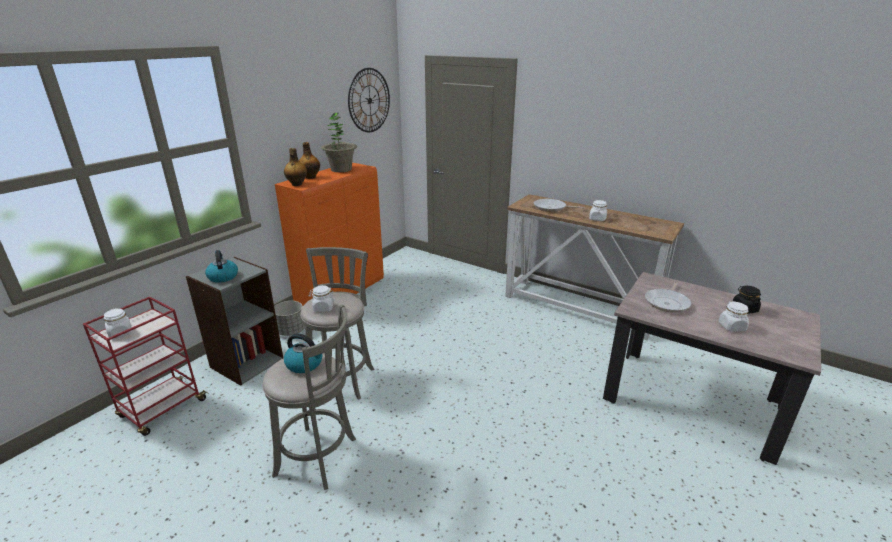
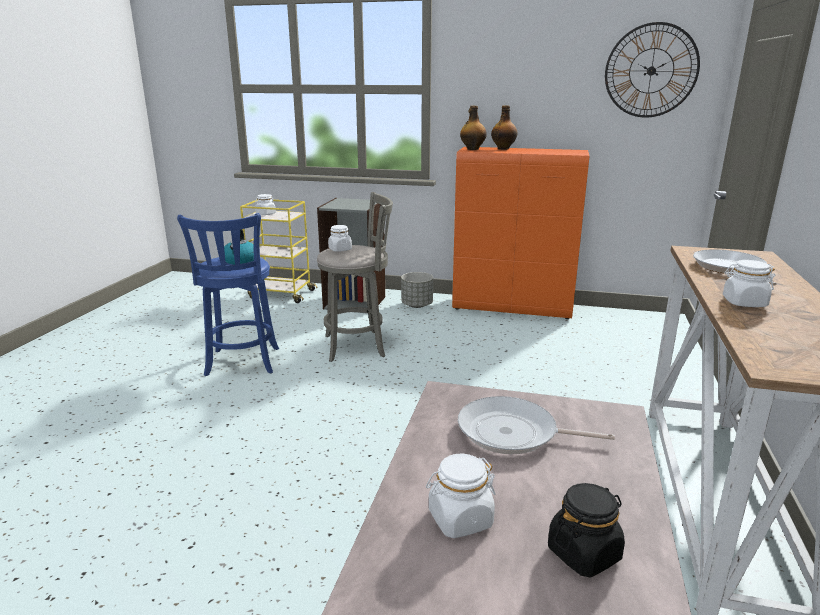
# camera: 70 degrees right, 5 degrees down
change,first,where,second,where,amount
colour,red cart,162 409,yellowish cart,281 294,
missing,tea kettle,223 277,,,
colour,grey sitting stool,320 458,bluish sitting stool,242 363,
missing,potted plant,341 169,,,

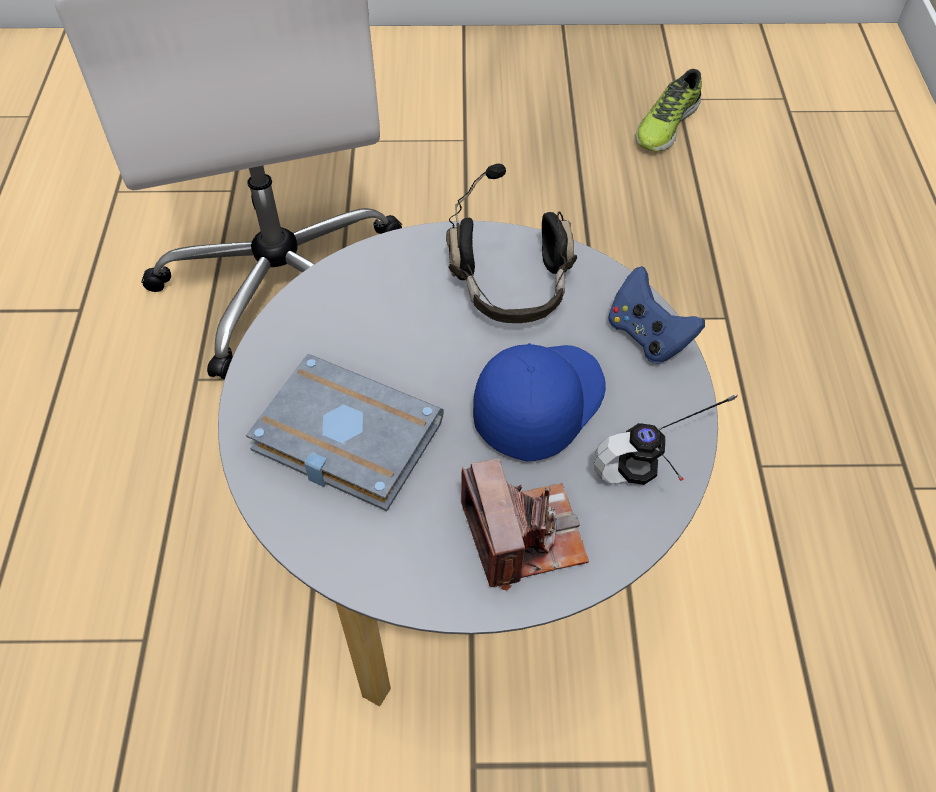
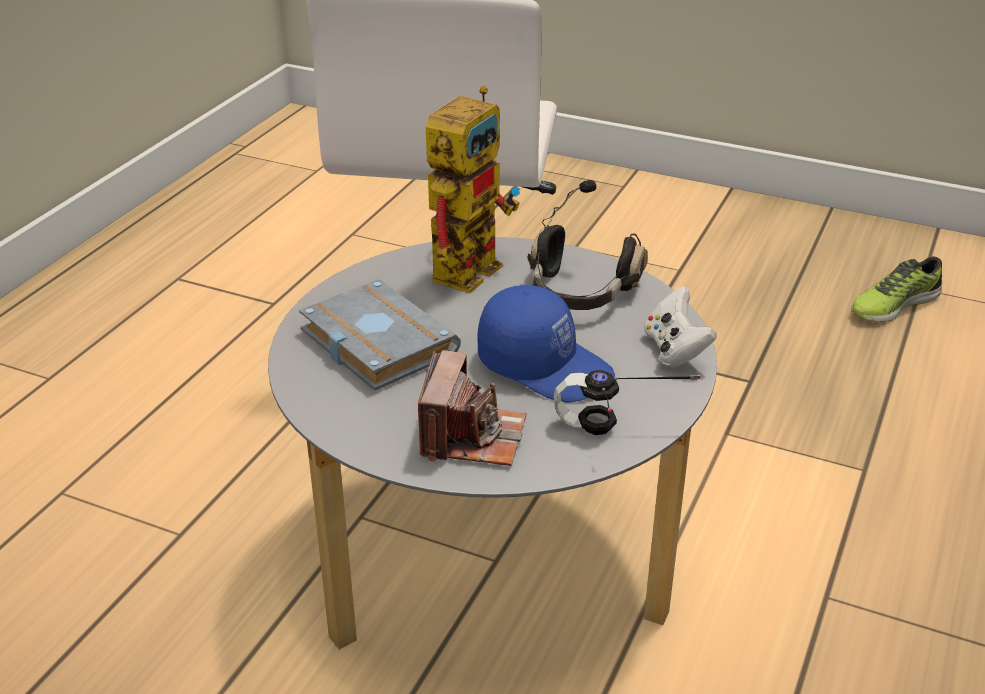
# camera: 25 degrees right, 20 degrees down
change,first,where,second,where,amount
spun,bluish peaked cap,538 404,,546 366,60 degrees clockwise
colour,bluish game controller,647 335,white game controller,674 350,
appeared,,,toy robot,469 264,

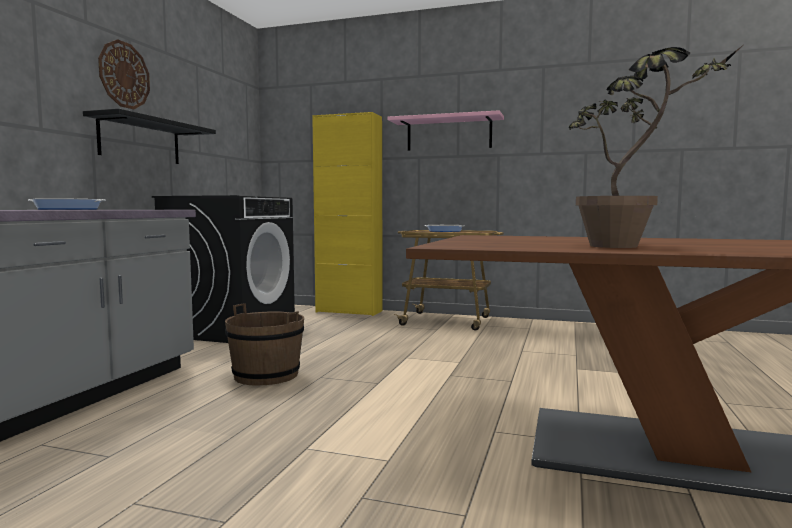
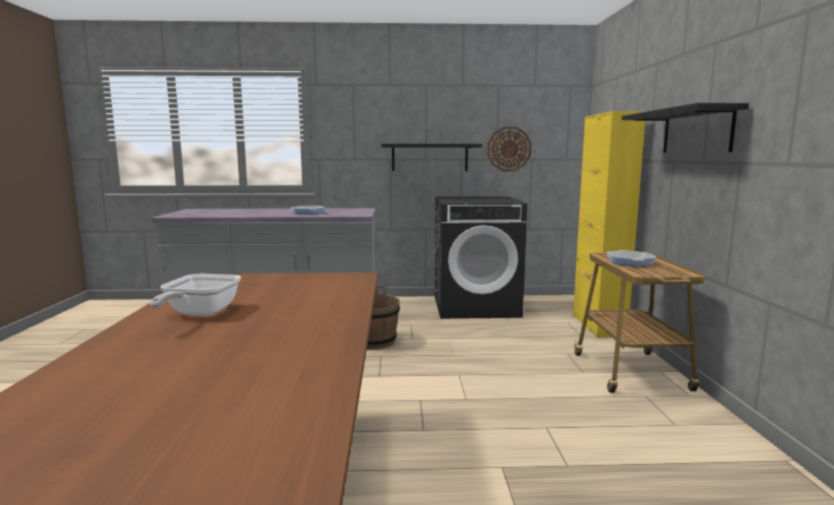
# camera: 70 degrees right, 5 degrees up
change,first,where,second,where,amount
relocated,wall clock,124 75,,509 149,
colour,pink-coloured wall shelf,449 134,black-coloured wall shelf,696 131,
exchanged,potted plant,632 246,skillet,199 313,

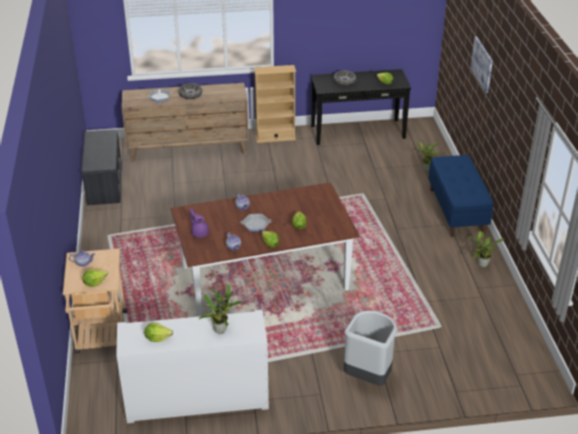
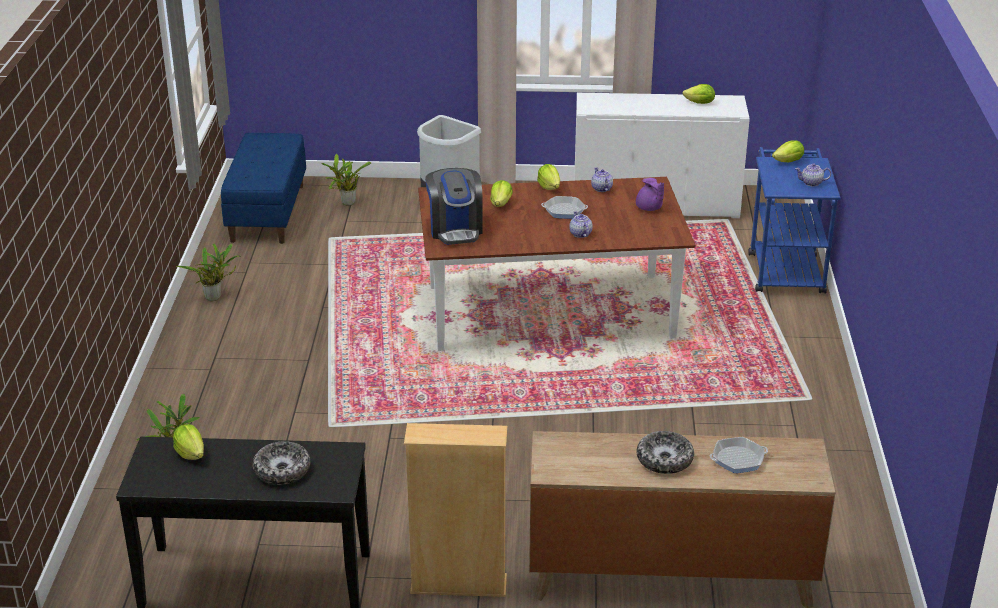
# camera: 170 degrees left, 5 degrees down
change,first,where,second,where,amount
colour,sand-coloured cart,101 336,bluish cart,784 268,
missing,grey long seat,104 183,,,
relocated,potted plant,221 329,,346 203,
relocated,bluish long seat,457 211,,267 213,
missing,wall art,482 64,,,
appeared,,,coffee brewer,455 229,

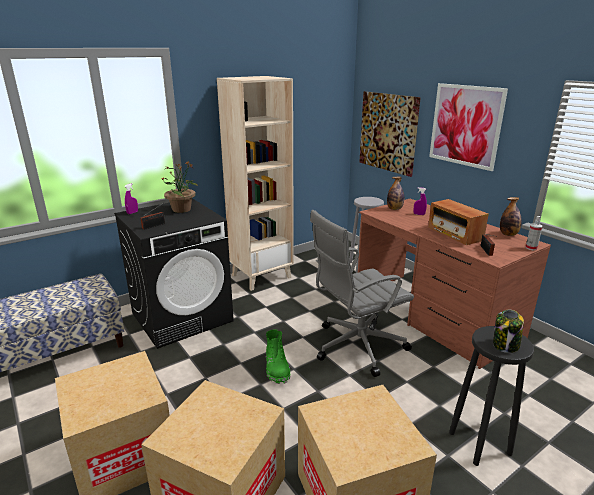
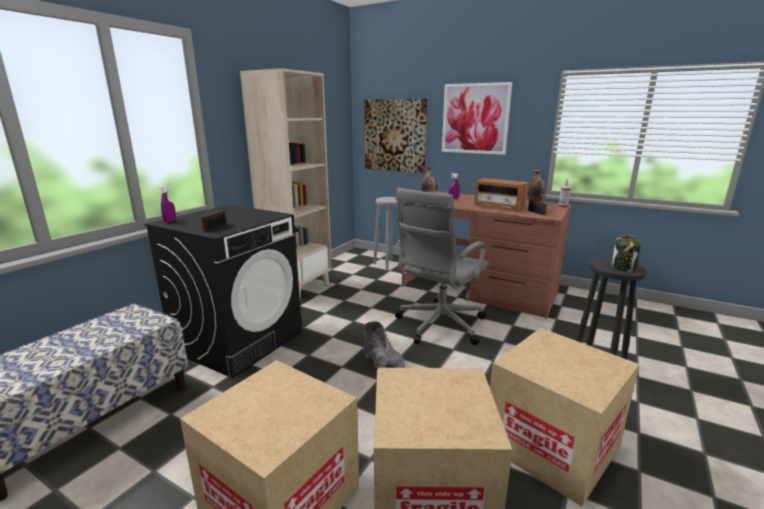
# camera: 25 degrees left, 5 degrees down
change,first,where,second,where,amount
missing,potted plant,182 209,,,
colour,greenish tall boot,277 369,grey tall boot,383 362,

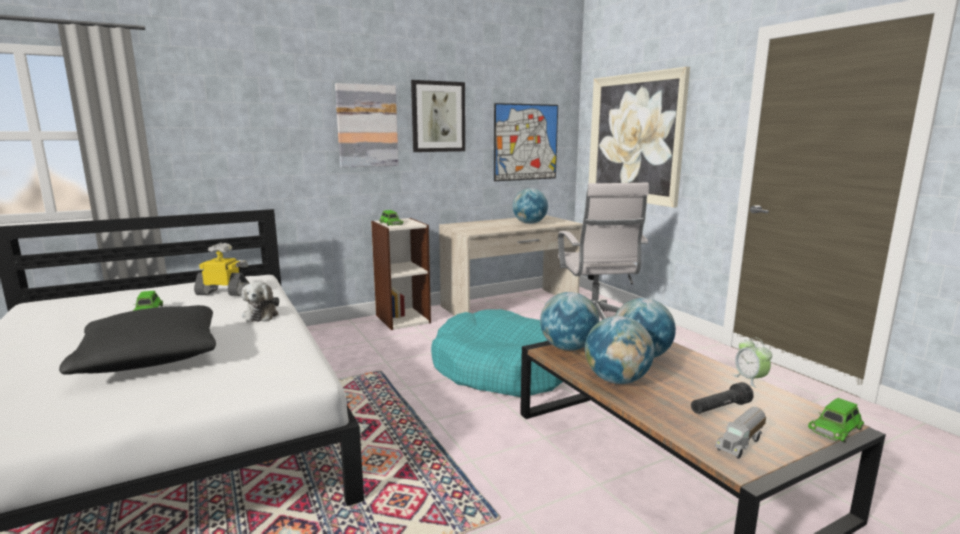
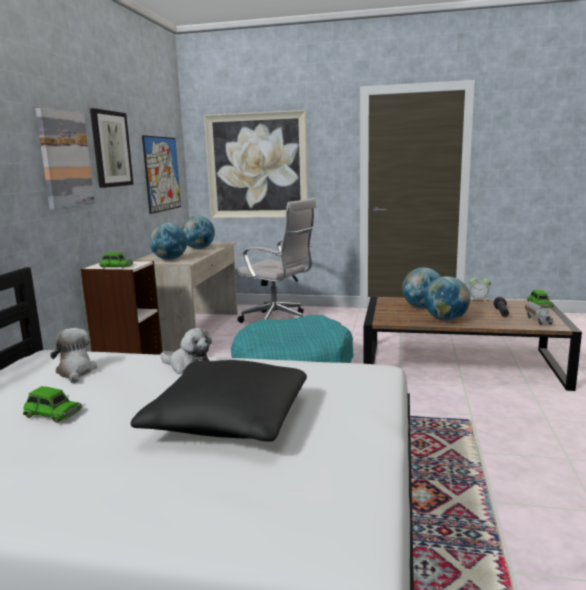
# camera: 50 degrees left, 0 degrees up
change,first,where,second,where,amount
exchanged,toy robot,224 292,cuddly toy,76 371,
relocated,world globe,568 348,,169 259,

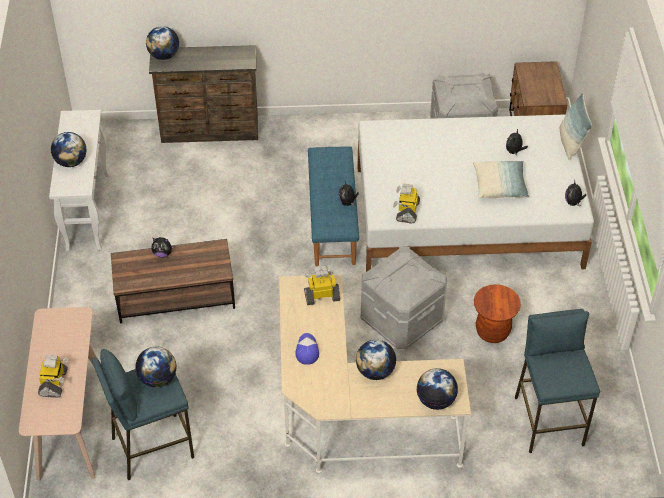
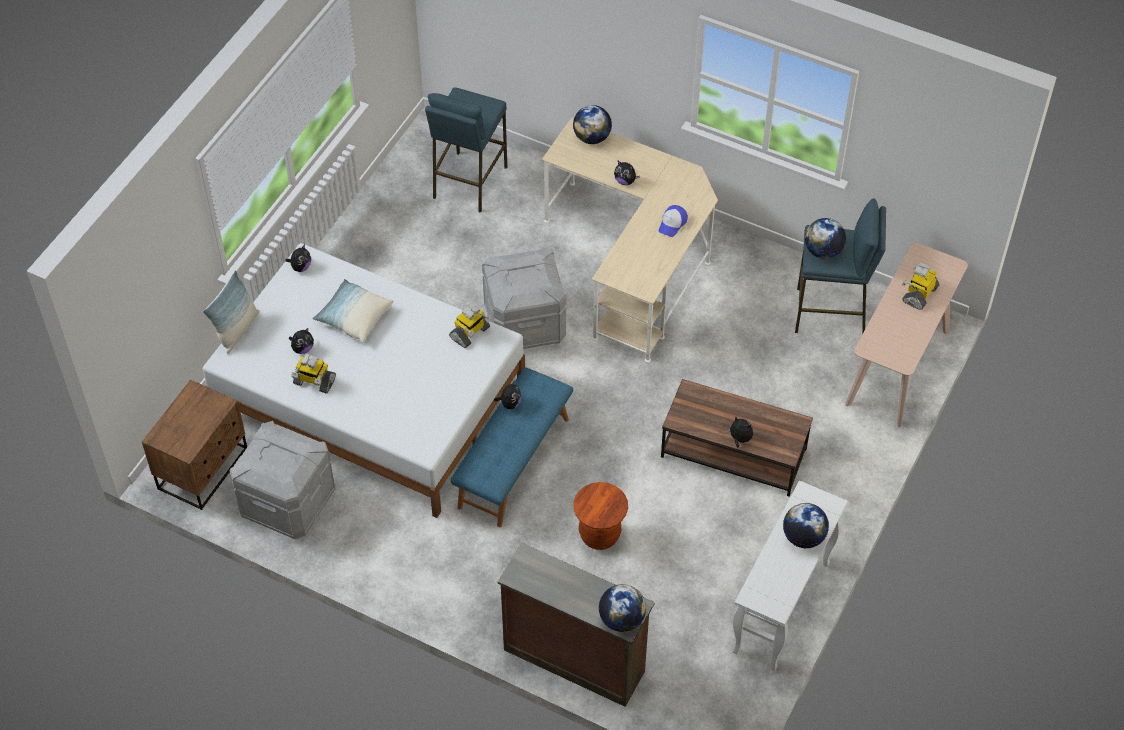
# camera: 150 degrees left, 5 degrees up
change,first,where,second,where,amount
relocated,toy robot,322 296,,314 382,
exchanged,world globe,375 371,cuddly toy,625 181,
relocated,brownish sitting stool,492 332,,599 535,

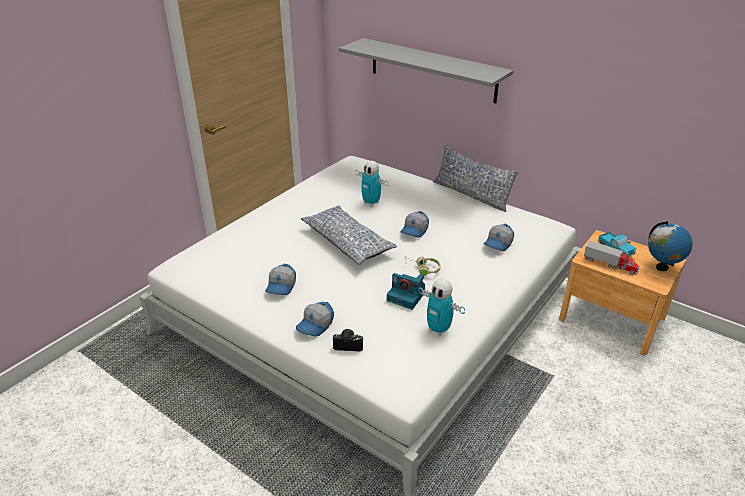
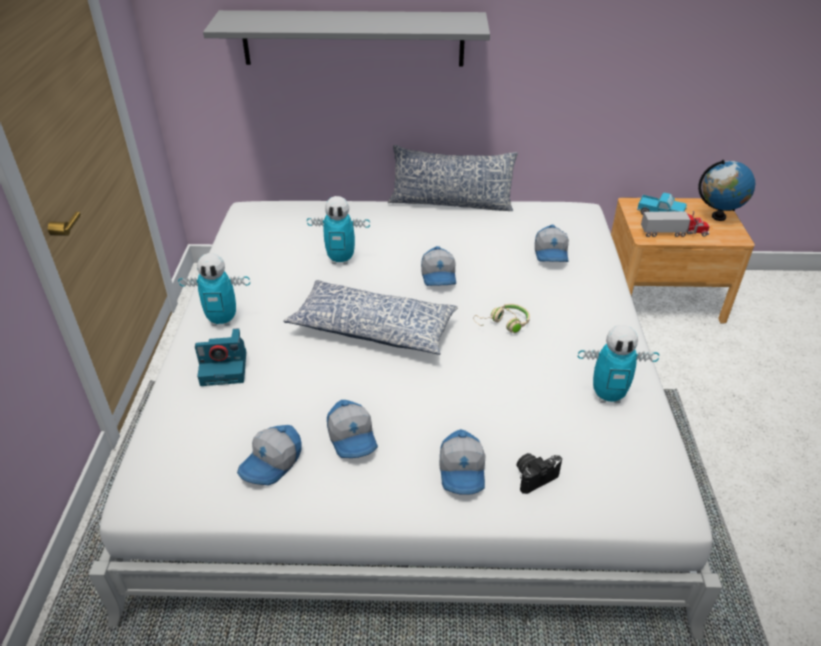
# camera: 35 degrees left, 5 degrees up
change,first,where,second,where,amount
relocated,still camera,407 296,,225 367,
appeared,,,toy robot,222 320,
appeared,,,peaked cap,272 463,

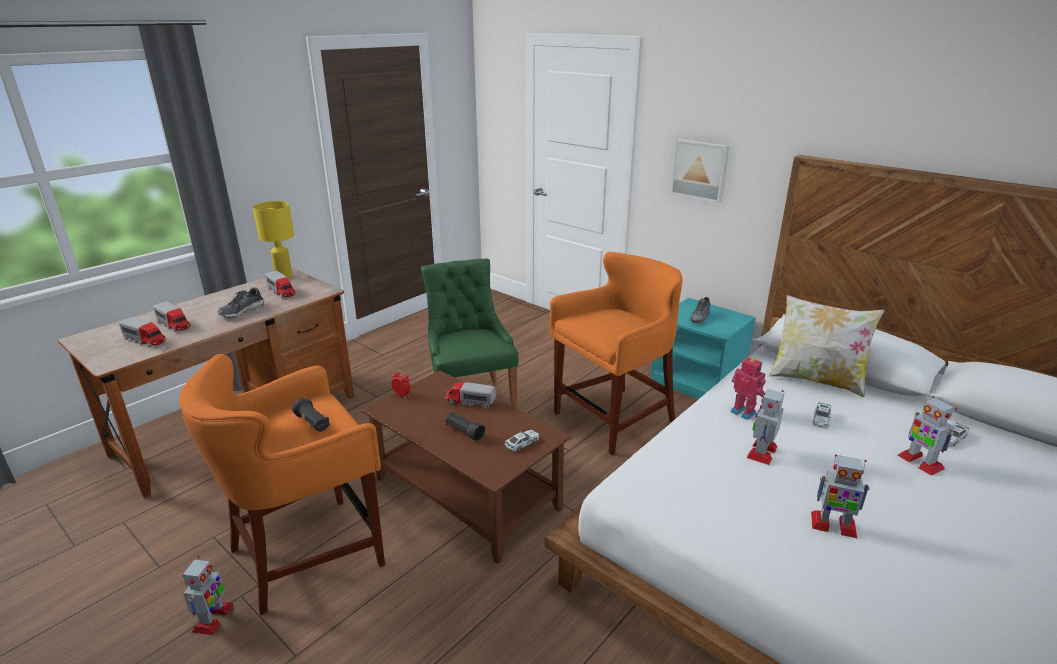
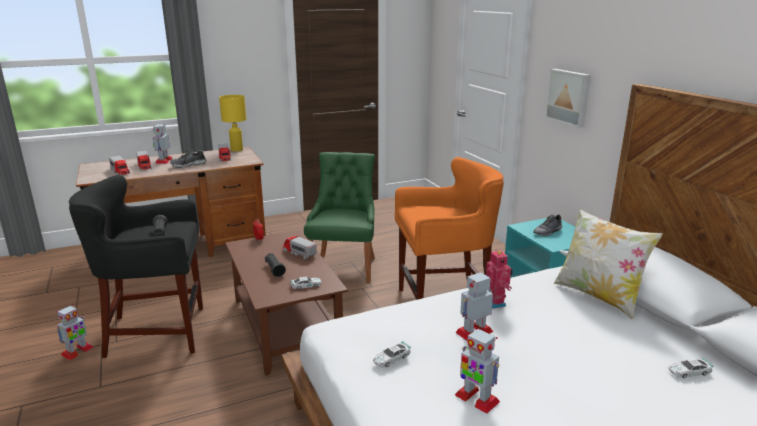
# camera: 25 degrees right, 5 degrees down
change,first,where,second,where,amount
colour,orangey sitting stool,309 553,black-coloured sitting stool,157 332,
relocated,toy car,821 419,,391 358,
relocated,toy robot,920 462,,164 161,

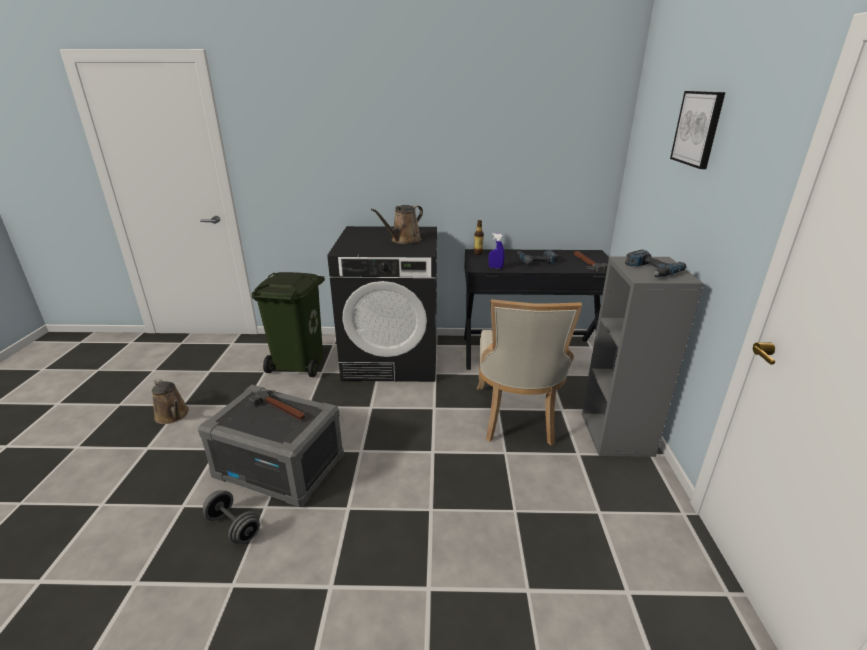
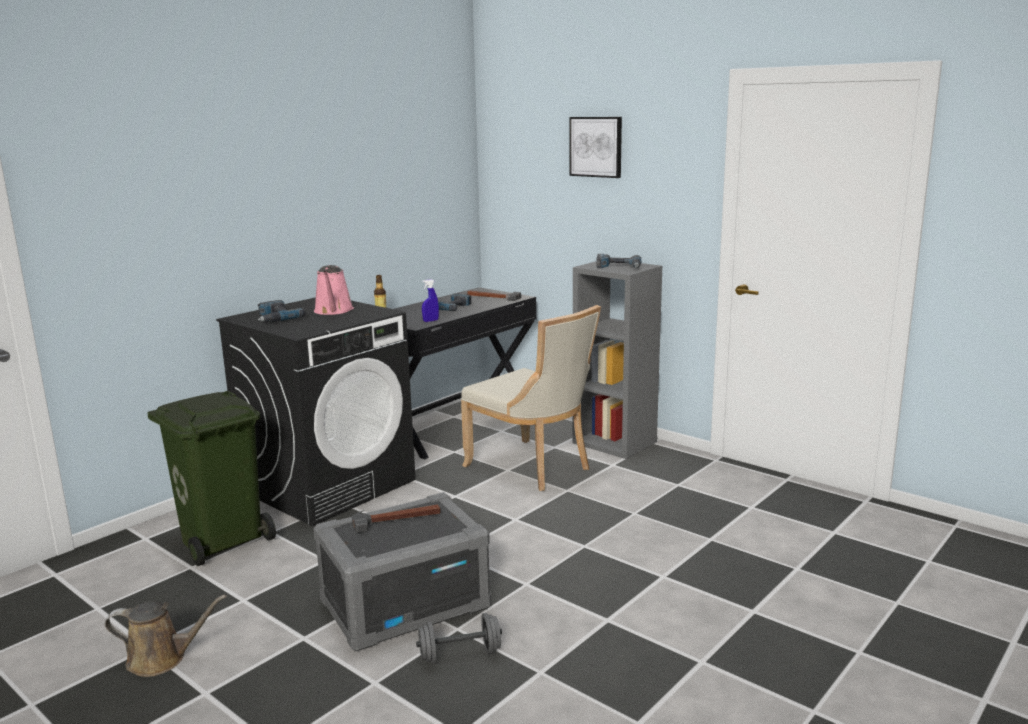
# camera: 50 degrees left, 10 degrees down
change,first,where,second,where,amount
colour,brownish sprinkling can,403 240,pink-coloured sprinkling can,333 311,
appeared,,,electric drill,275 318,

